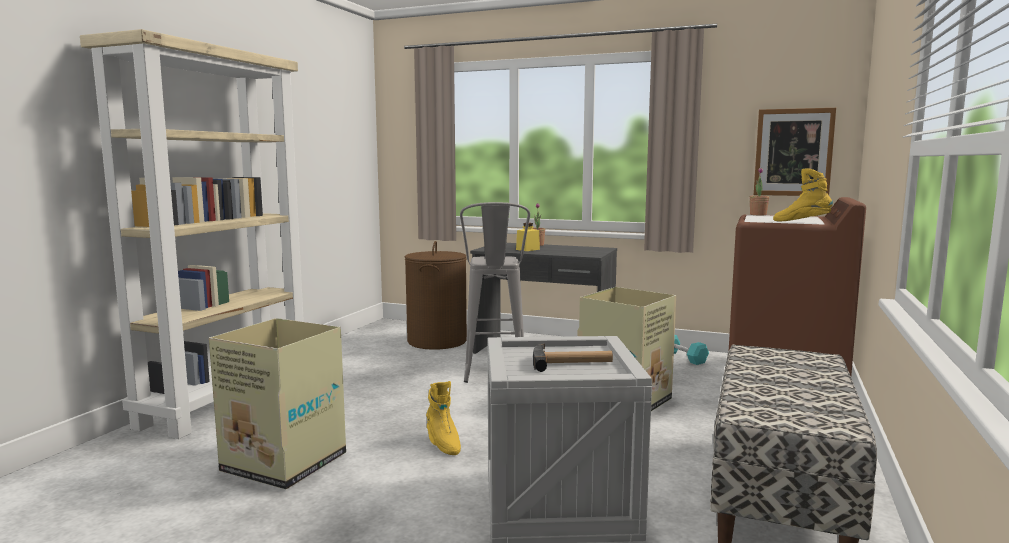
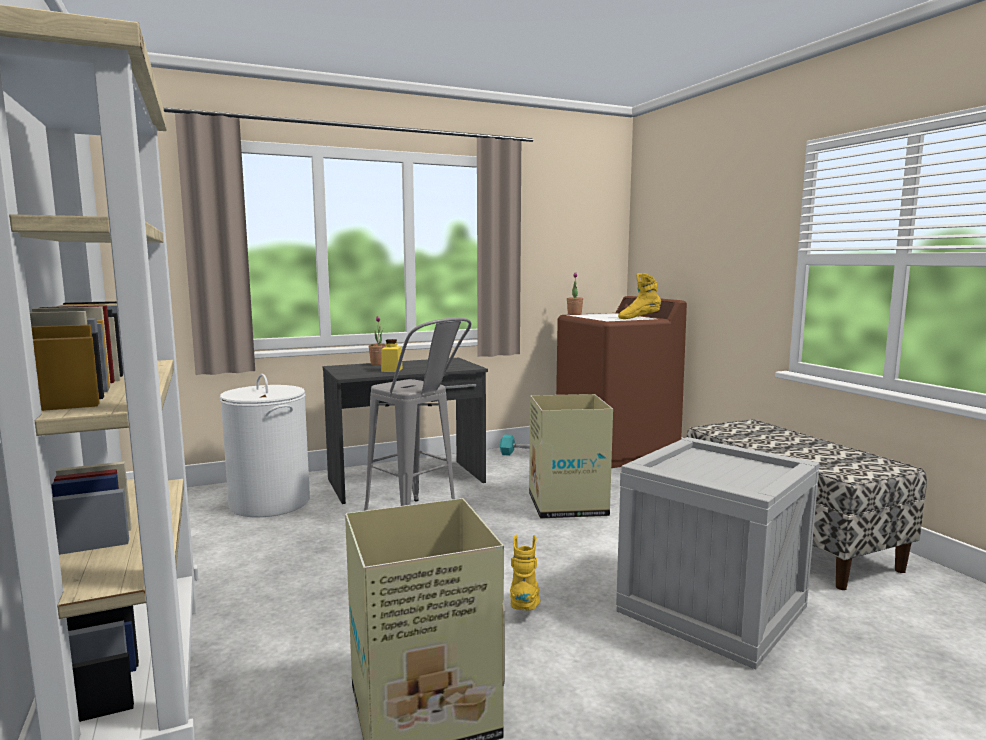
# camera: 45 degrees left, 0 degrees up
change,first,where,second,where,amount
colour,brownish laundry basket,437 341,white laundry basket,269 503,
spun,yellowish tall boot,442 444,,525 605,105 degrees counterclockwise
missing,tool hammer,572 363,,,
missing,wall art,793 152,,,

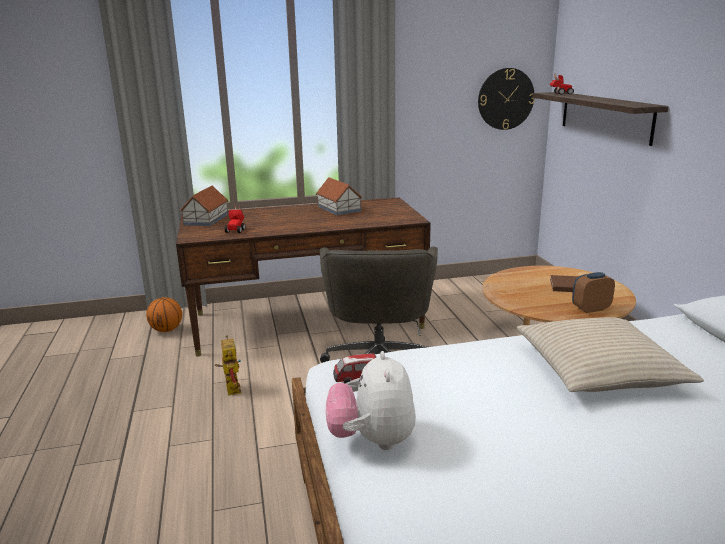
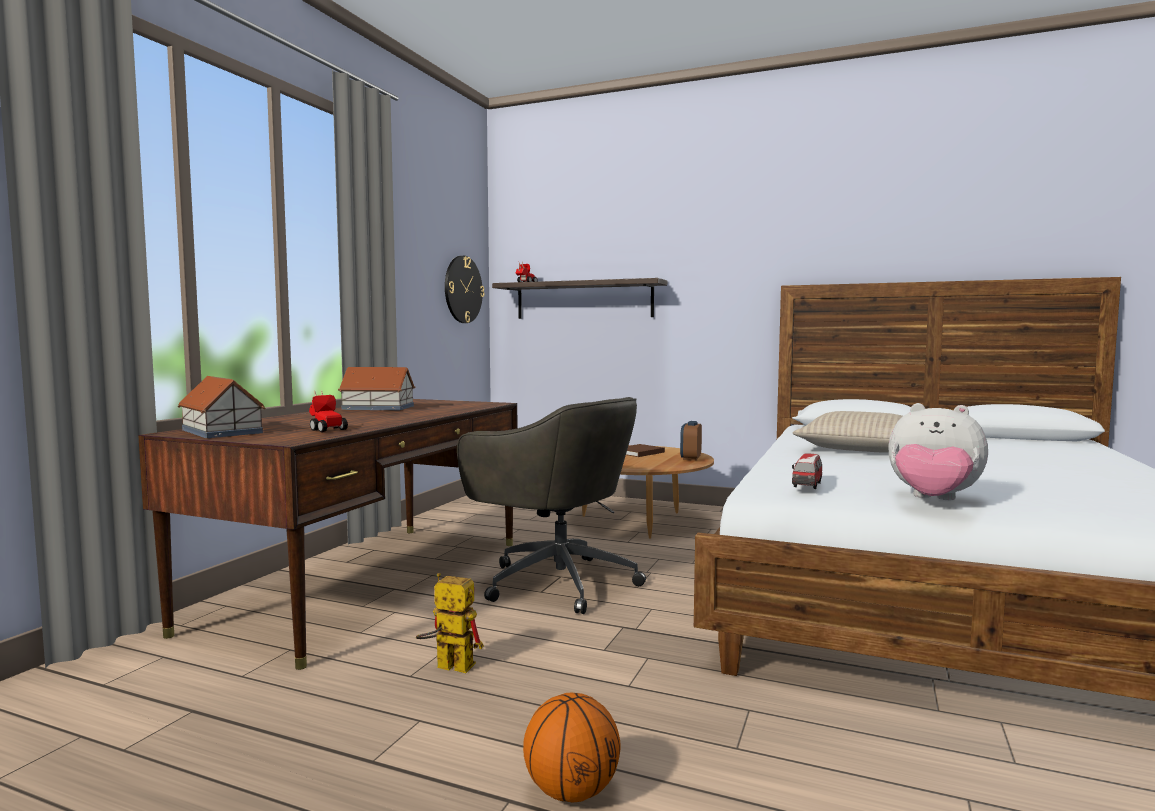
# camera: 55 degrees left, 15 degrees down
change,first,where,second,where,amount
relocated,basketball ball,166 330,,571 792,

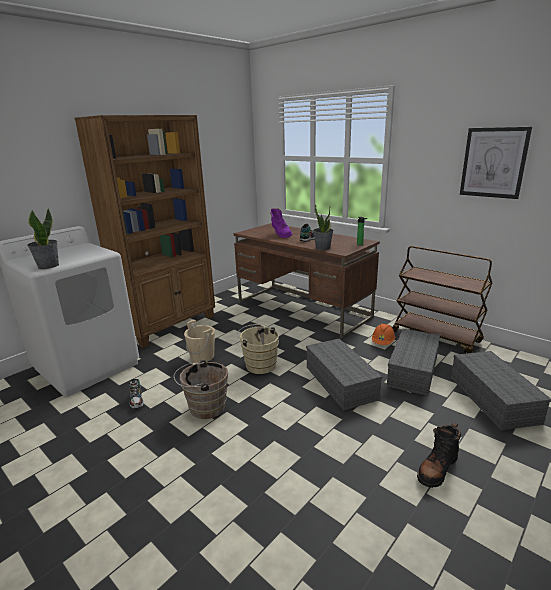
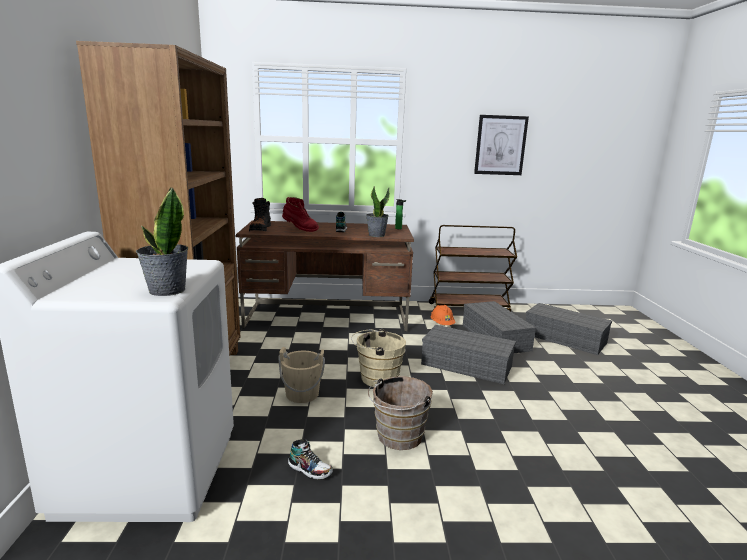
# camera: 45 degrees left, 5 degrees down
change,first,where,second,where,amount
colour,purple-coloured tall boot,280 235,red tall boot,299 229,
relocated,black-coloured tall boot,437 468,,260 229,

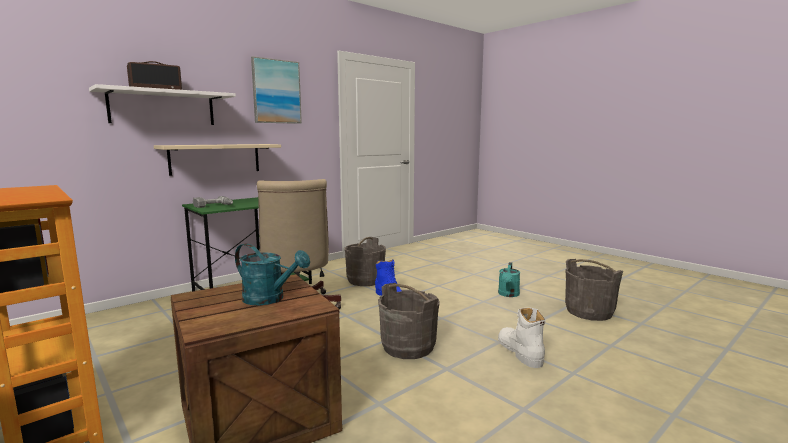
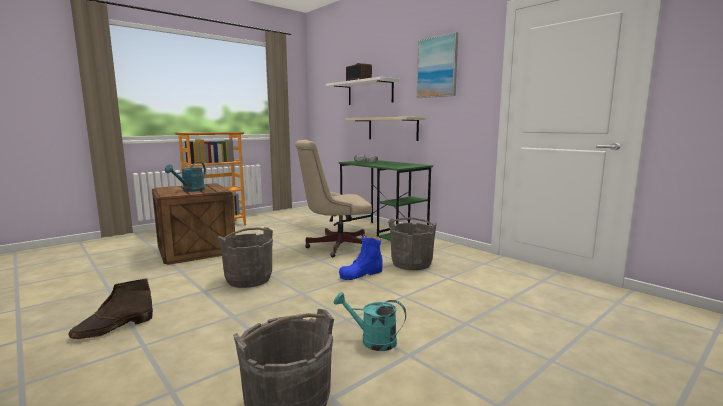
# camera: 90 degrees right, 0 degrees up
change,first,where,second,where,amount
missing,white tall boot,519 352,,,
appeared,,,brownish tall boot,112 328,

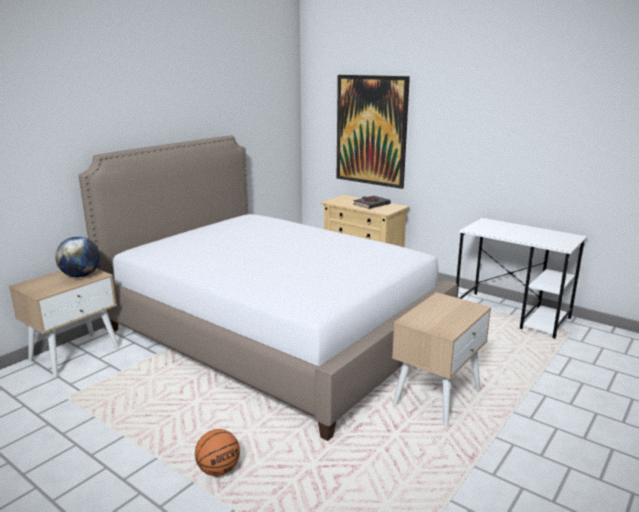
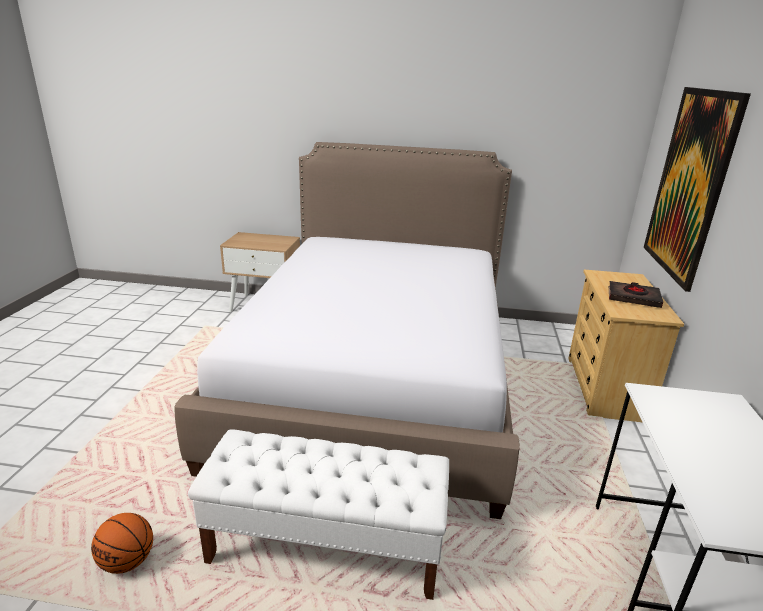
# camera: 60 degrees right, 5 degrees up
change,first,where,second,where,amount
missing,world globe,81 276,,,
relocated,basketball ball,219 470,,127 562,
exchanged,sand-coloured nightstand,437 396,white long seat,327 546,

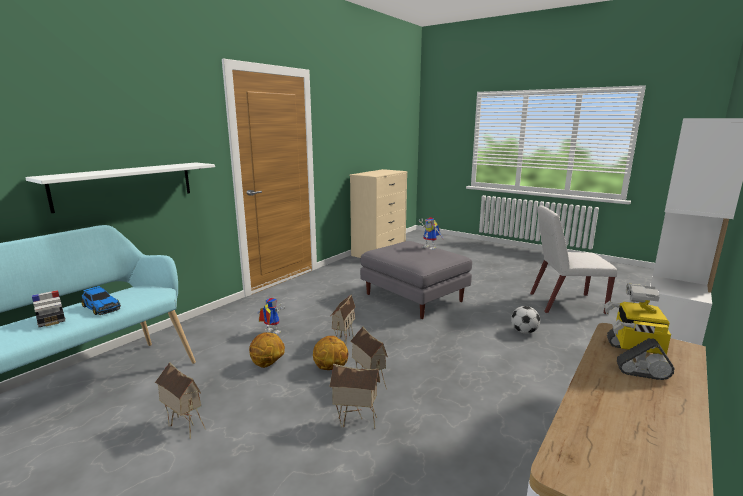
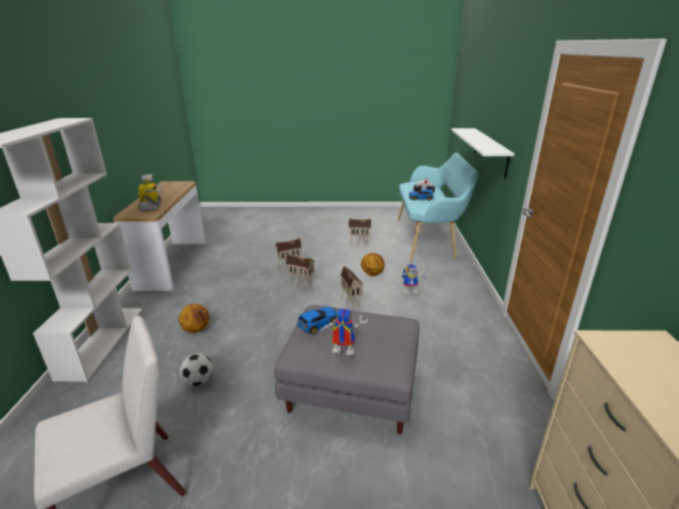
# camera: 145 degrees right, 10 degrees up
change,first,where,second,where,amount
relocated,basketball ball,330 368,,197 329,
appeared,,,toy car,317 323,

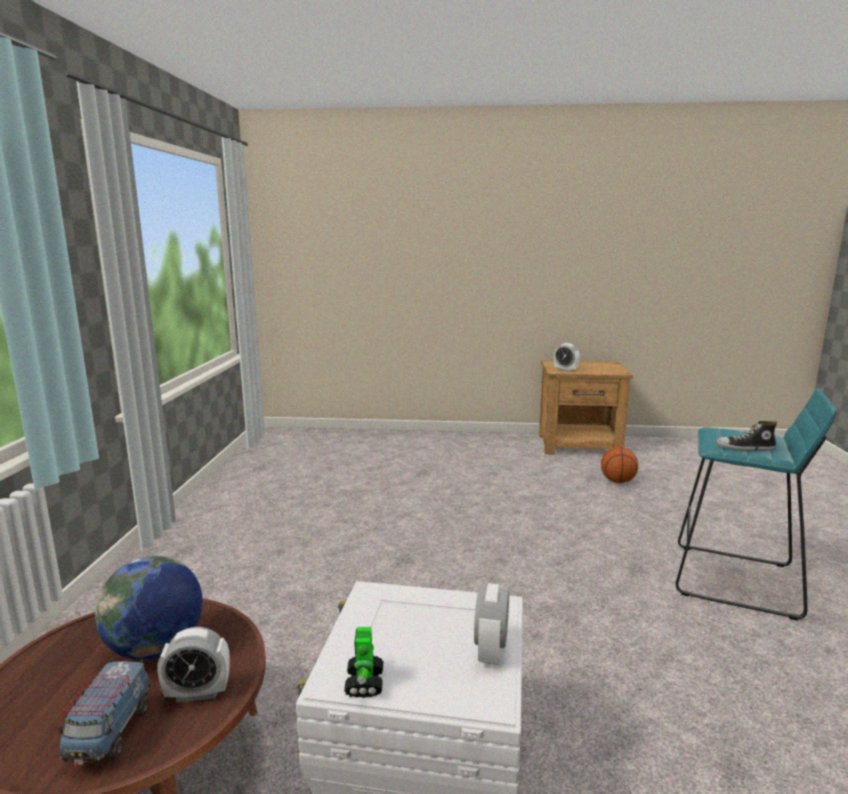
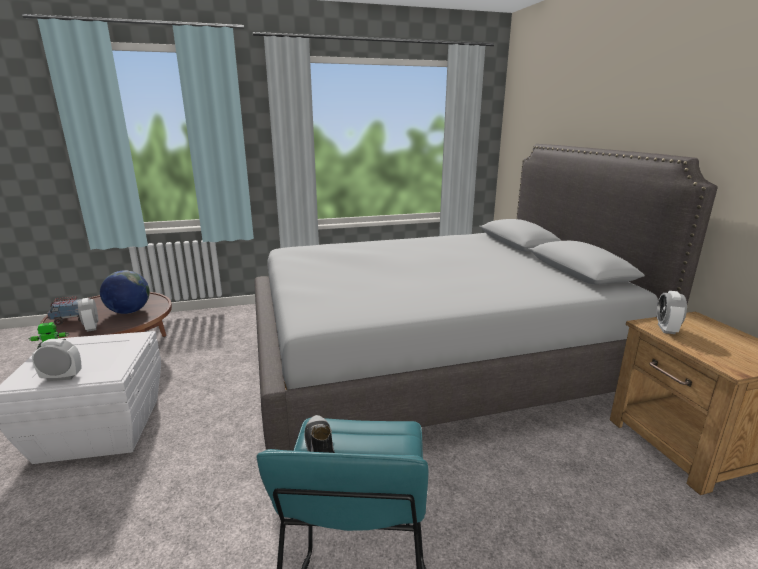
# camera: 70 degrees right, 5 degrees up
change,first,where,second,where,amount
missing,basketball ball,618 481,,,
appeared,,,grey bedroom bed,433 362,

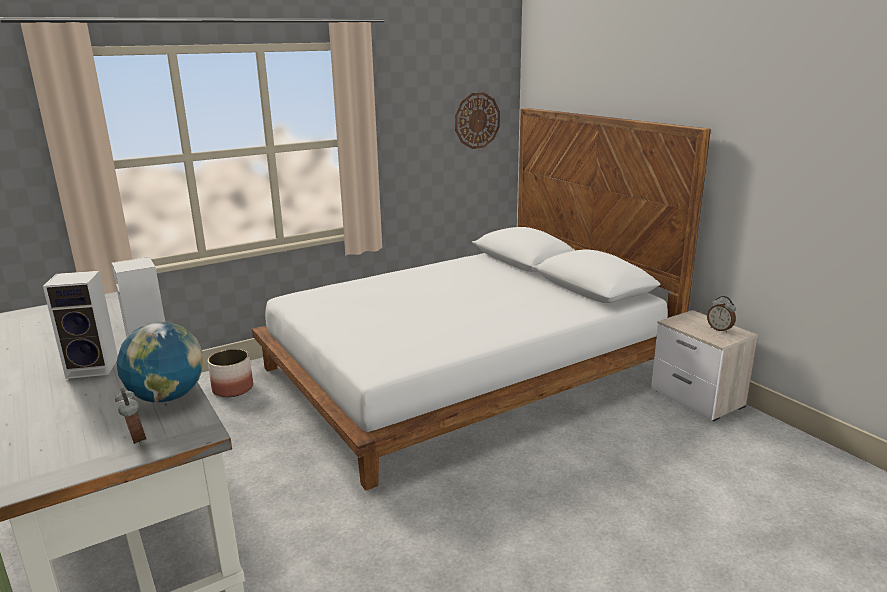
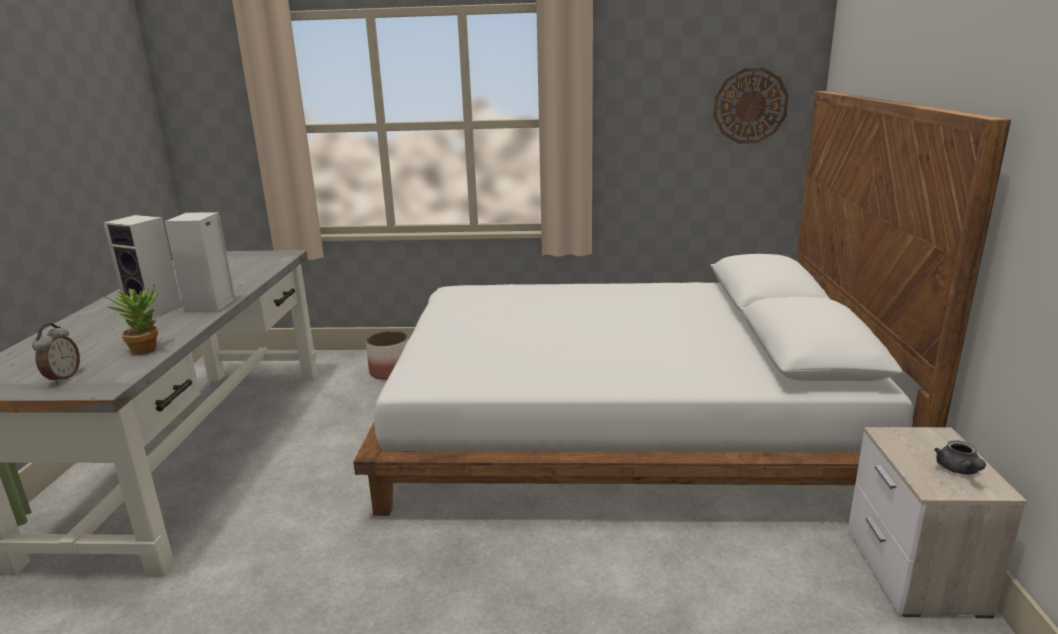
# camera: 35 degrees right, 0 degrees up
change,first,where,second,where,amount
exchanged,world globe,167 397,potted plant,146 348,
exchanged,alarm clock,720 329,grey teapot,959 470,

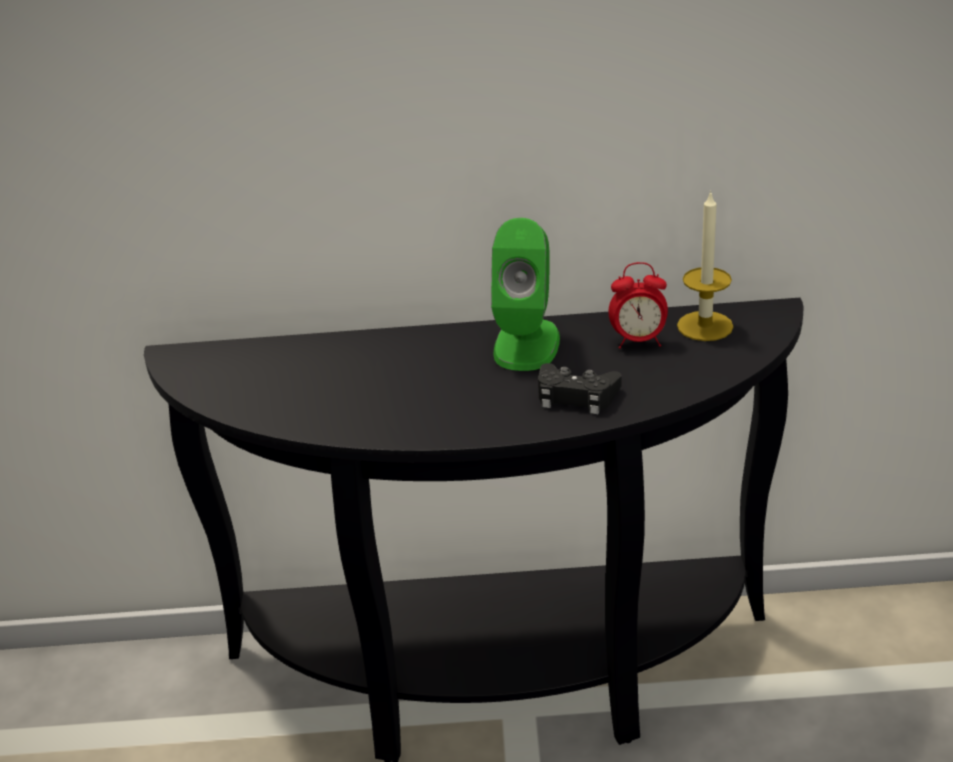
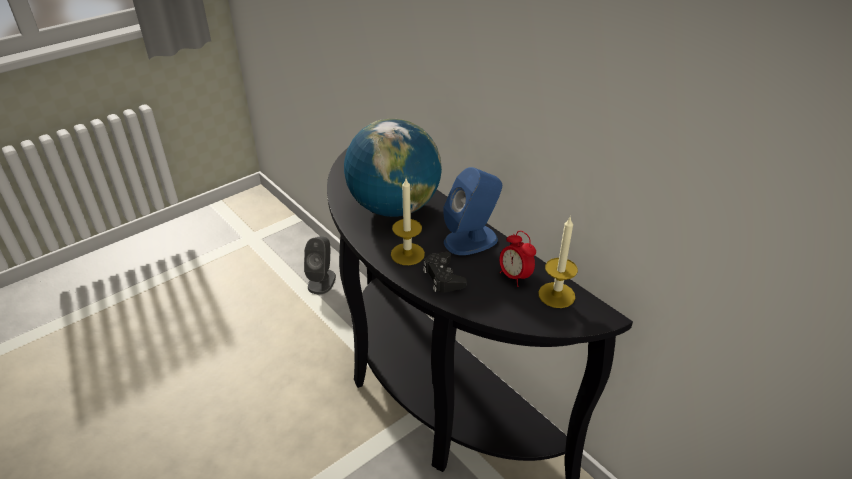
# camera: 50 degrees right, 5 degrees up
change,first,where,second,where,amount
colour,greenish speaker,526 344,bluish speaker,471 240,
appeared,,,grey speaker,321 281,
appeared,,,world globe,394 208,
appeared,,,candle,407 254,

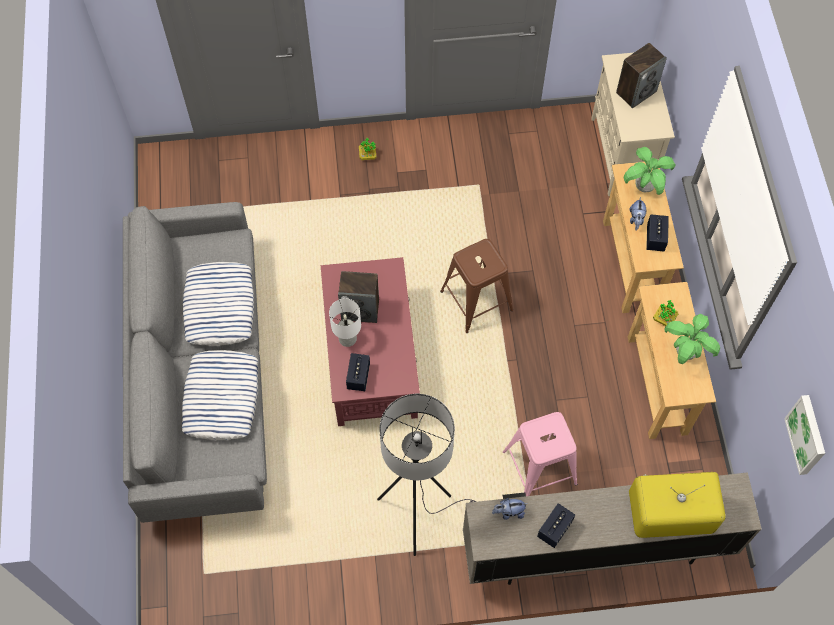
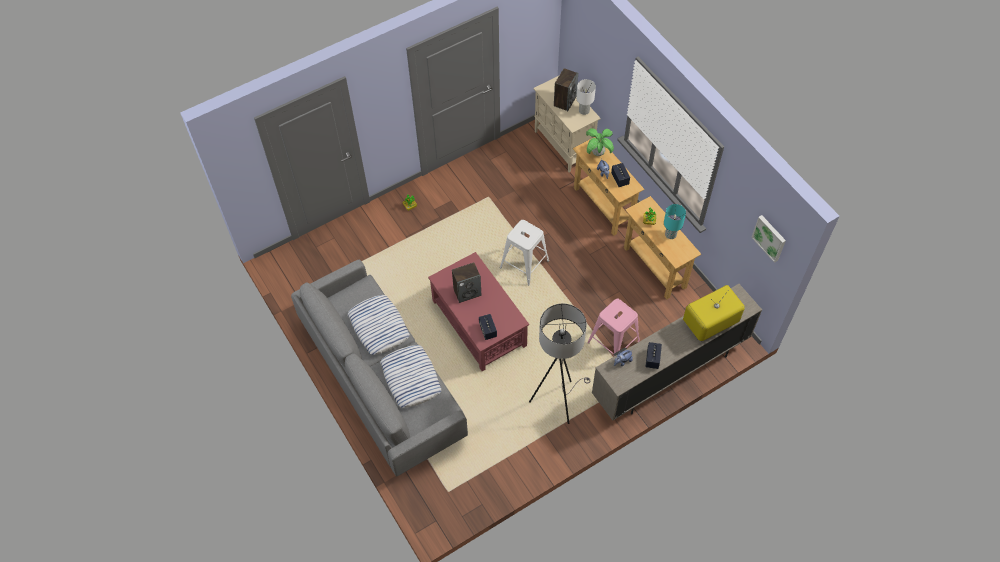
# camera: 25 degrees left, 5 degrees down
change,first,where,second,where,amount
relocated,white table lamp,347 338,,583 110,
colour,brownish sitting stool,476 300,white sitting stool,524 264,
exchanged,potted plant,686 353,blue-green table lamp,671 234,

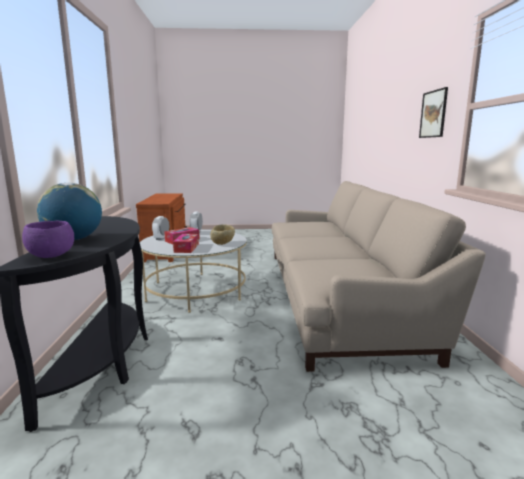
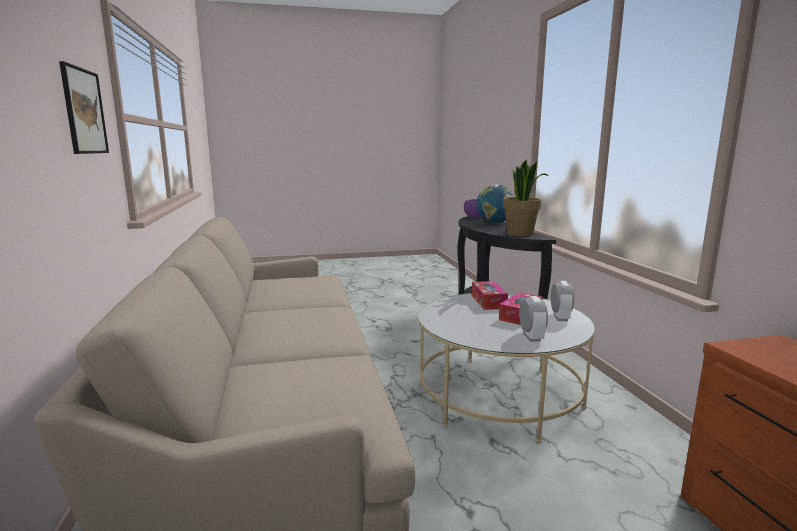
# camera: 170 degrees right, 0 degrees up
change,first,where,second,where,amount
missing,sand-coloured serving bowl,223 244,,,
appeared,,,potted plant,520 234,

